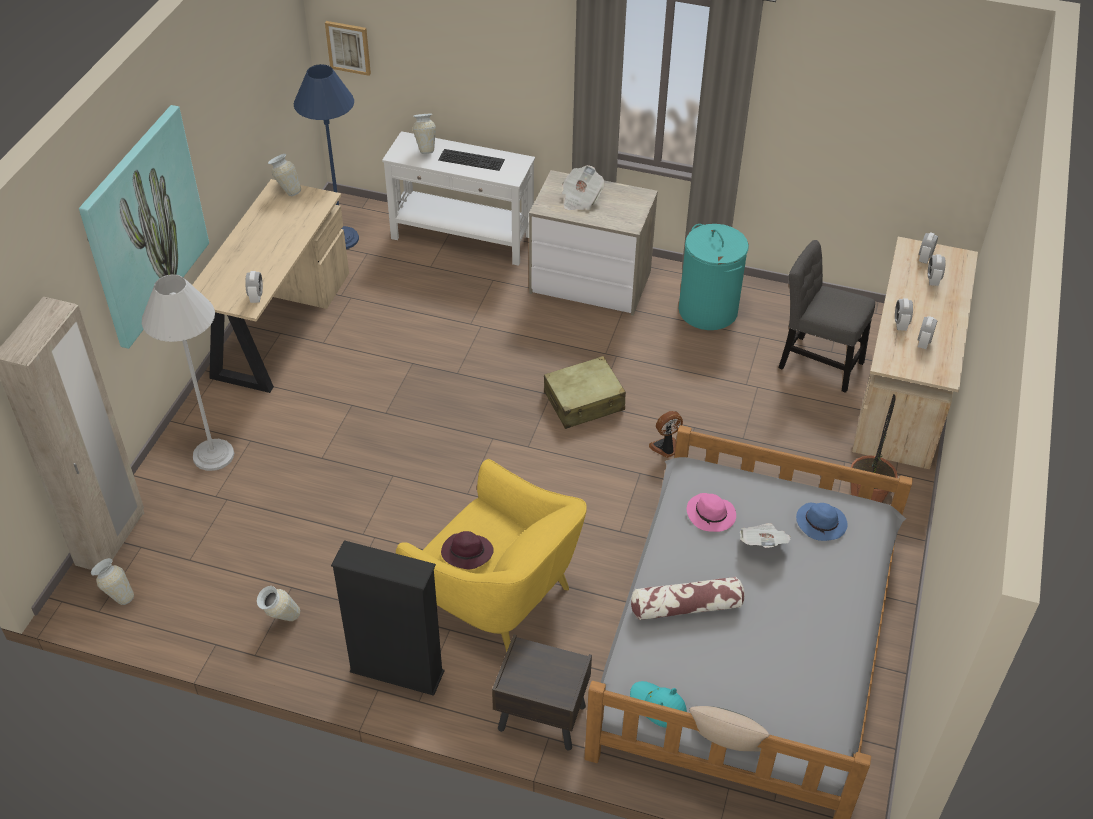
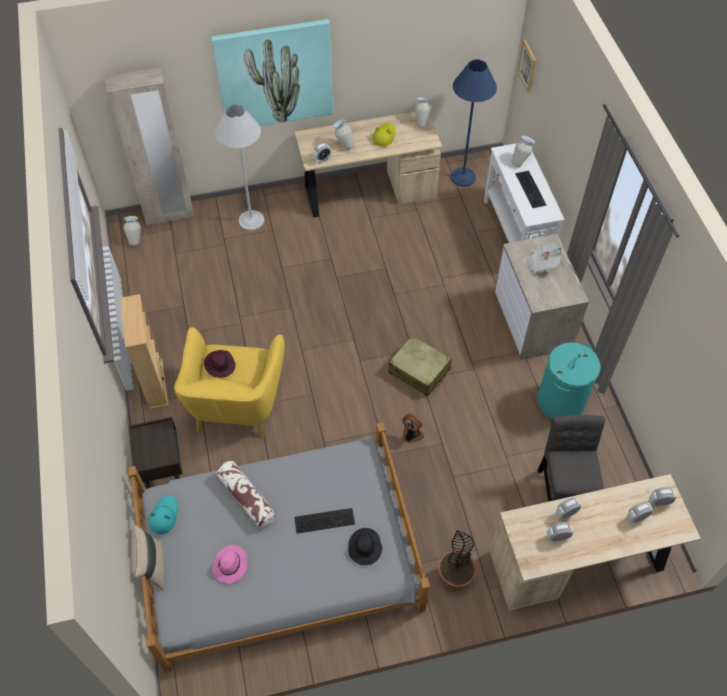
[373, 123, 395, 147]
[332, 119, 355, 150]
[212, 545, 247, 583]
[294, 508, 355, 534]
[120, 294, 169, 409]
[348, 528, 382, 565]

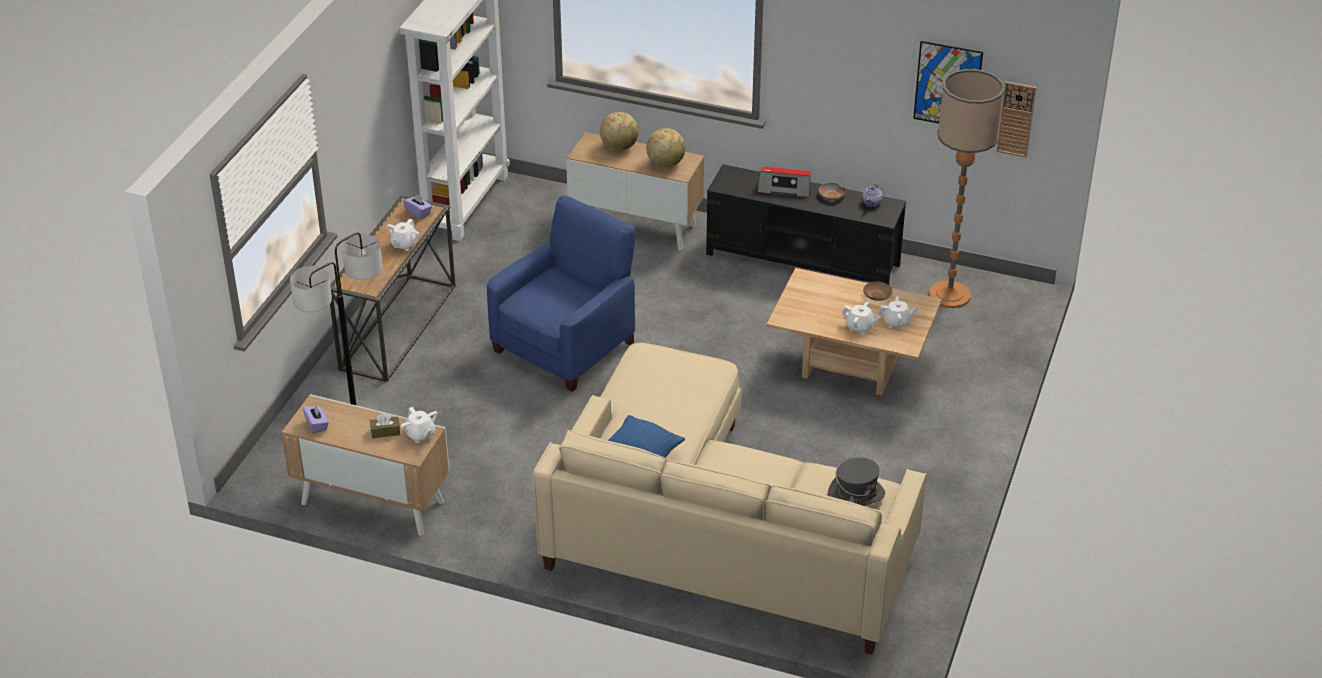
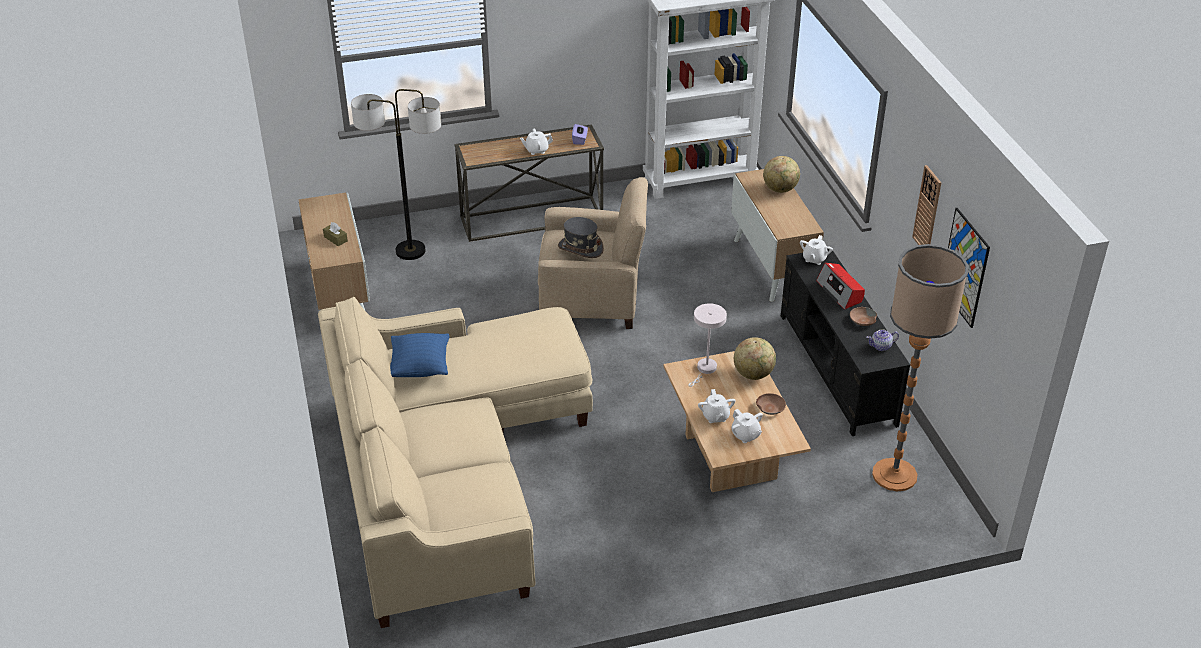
[303, 405, 328, 433] (first image)
[688, 303, 727, 387]
[800, 235, 833, 265]
[734, 337, 776, 380]
[558, 217, 604, 258]
[912, 165, 941, 245]
[538, 177, 648, 329]

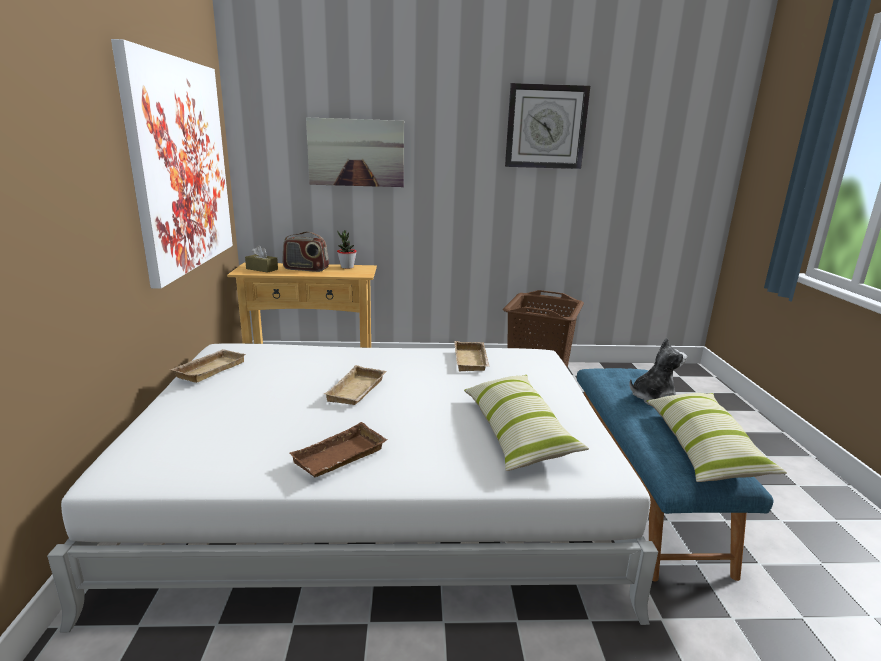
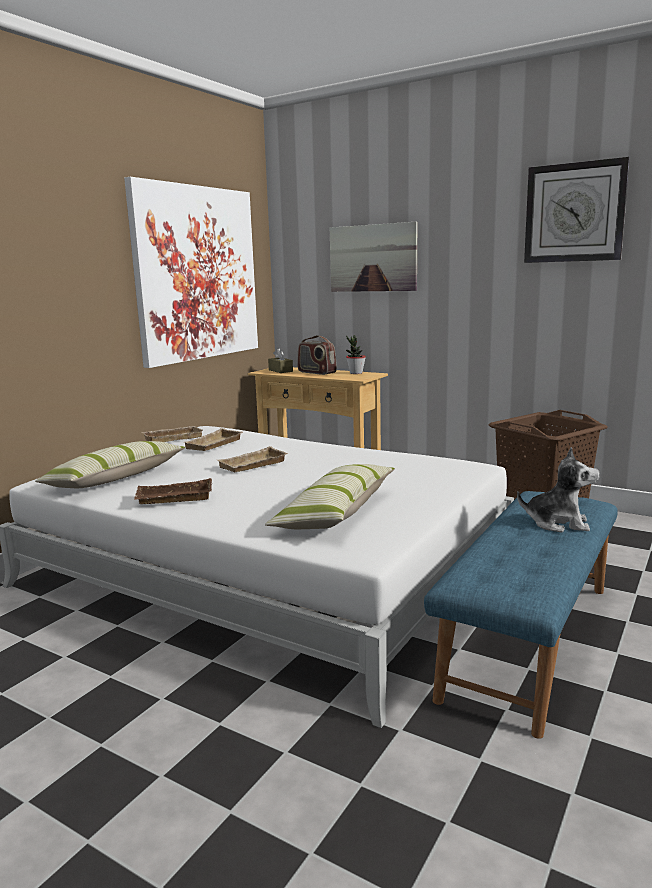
[184, 428, 243, 451]
[35, 441, 185, 488]

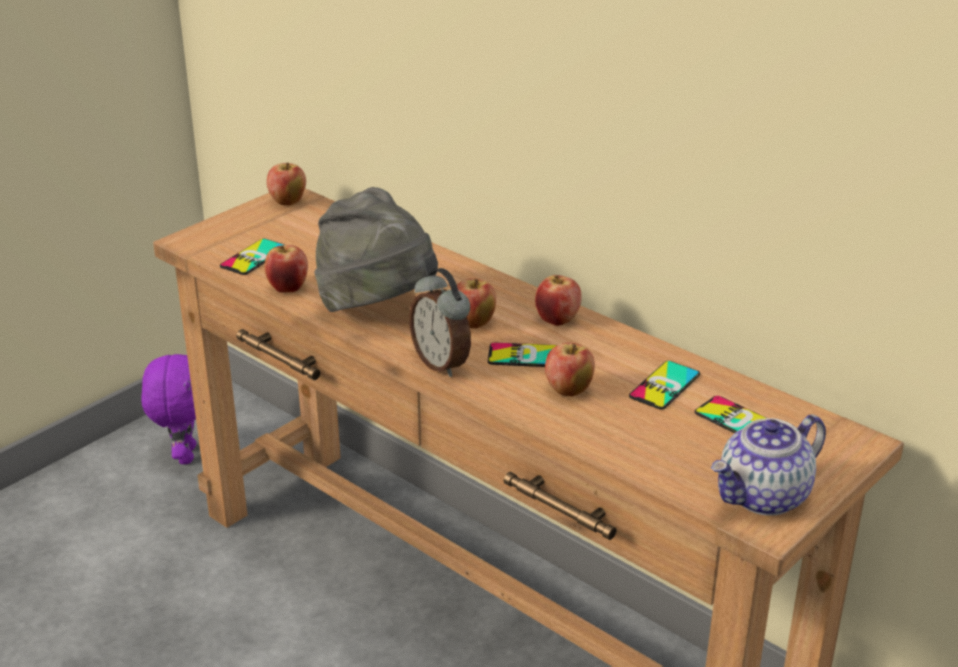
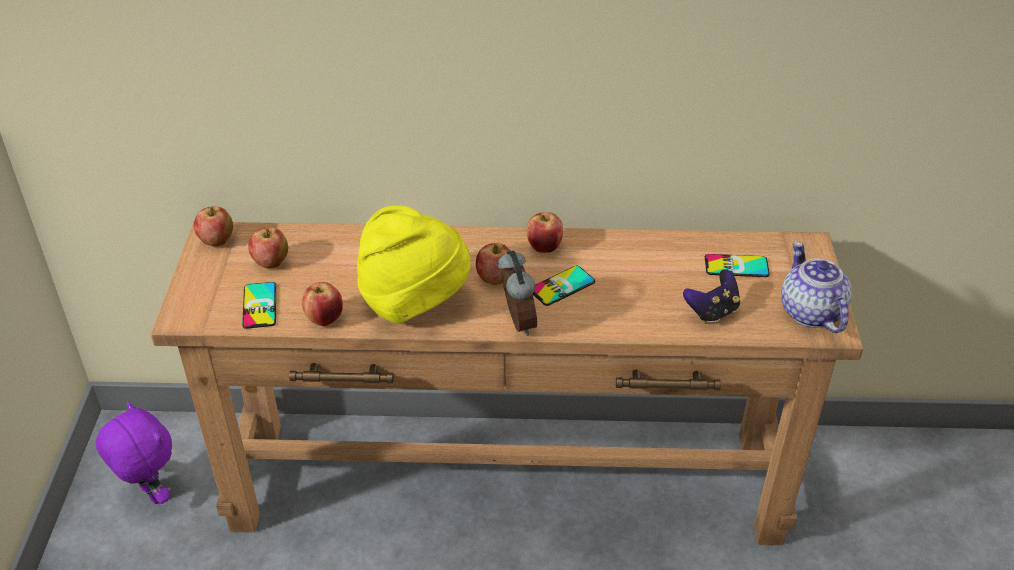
[629, 361, 700, 409] (first image)
[683, 270, 740, 324]
[248, 227, 288, 268]
[357, 205, 471, 324]
[498, 250, 537, 336]
[781, 242, 852, 333]

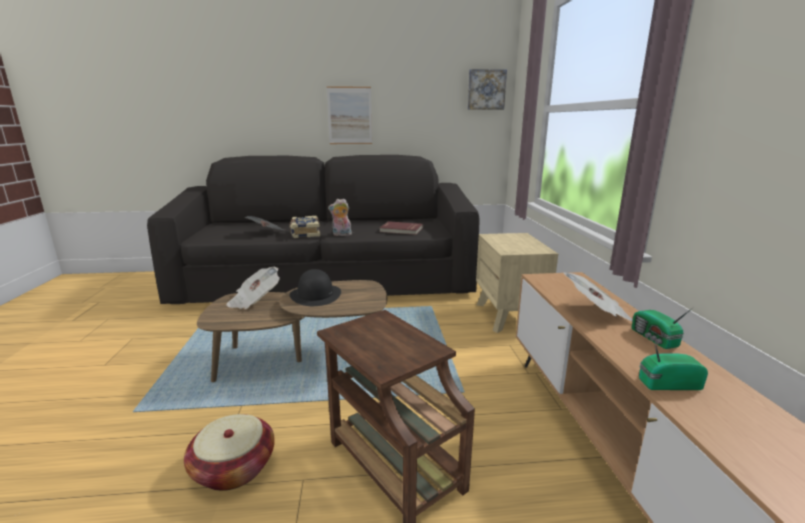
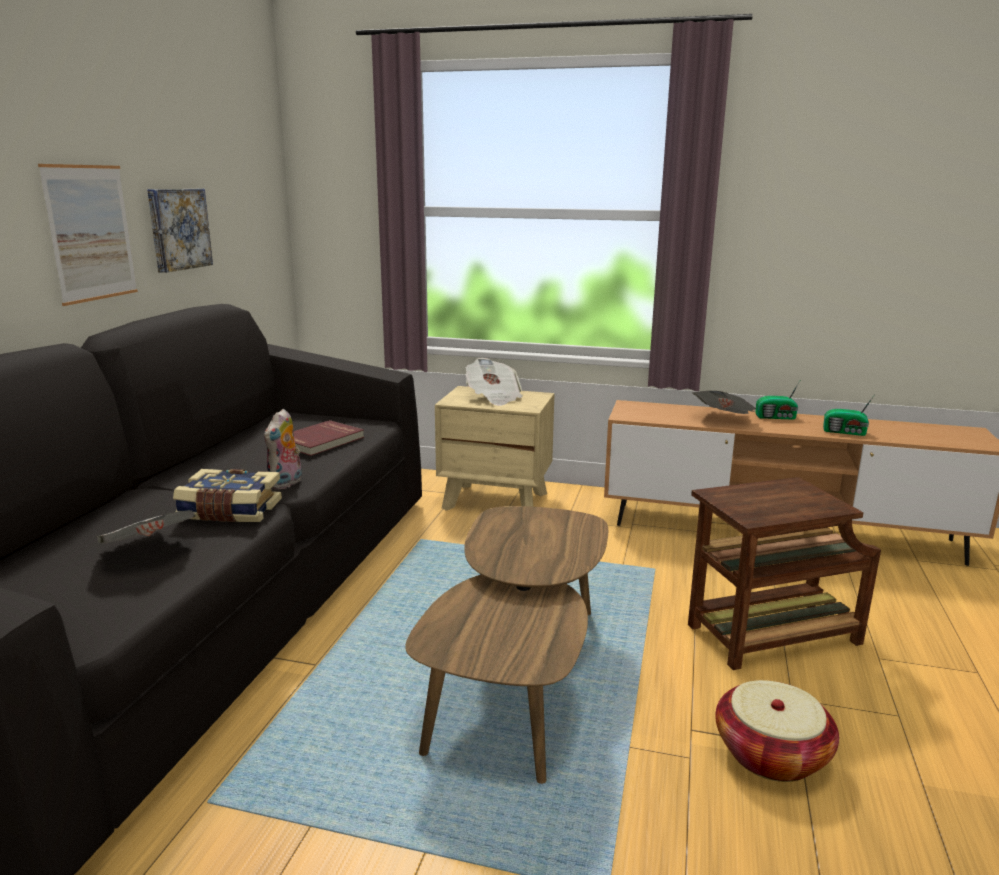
[290, 269, 341, 306] (first image)
[466, 358, 523, 406]
[147, 189, 213, 273]
[823, 394, 875, 436]

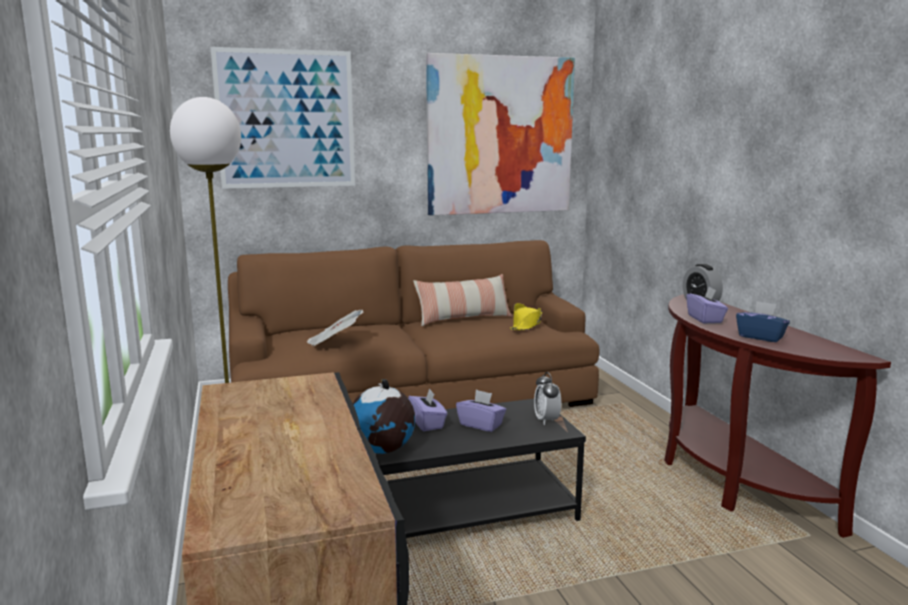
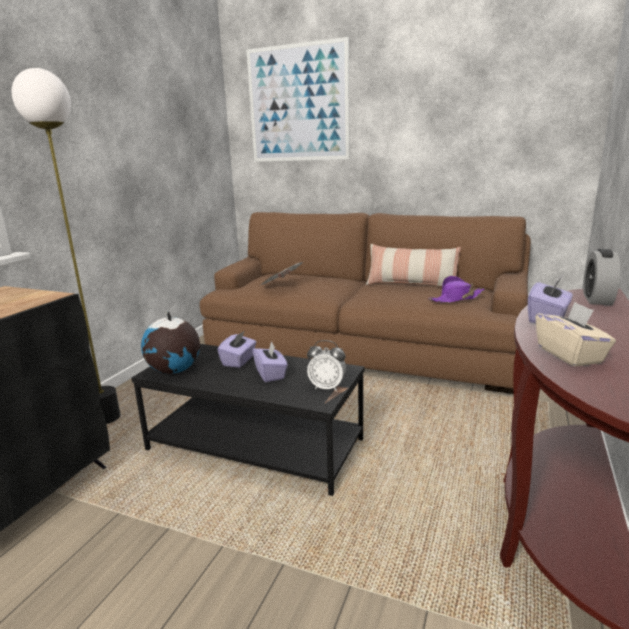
[426, 53, 575, 215] (first image)
[428, 276, 484, 303]
[536, 302, 616, 367]
[307, 340, 346, 391]

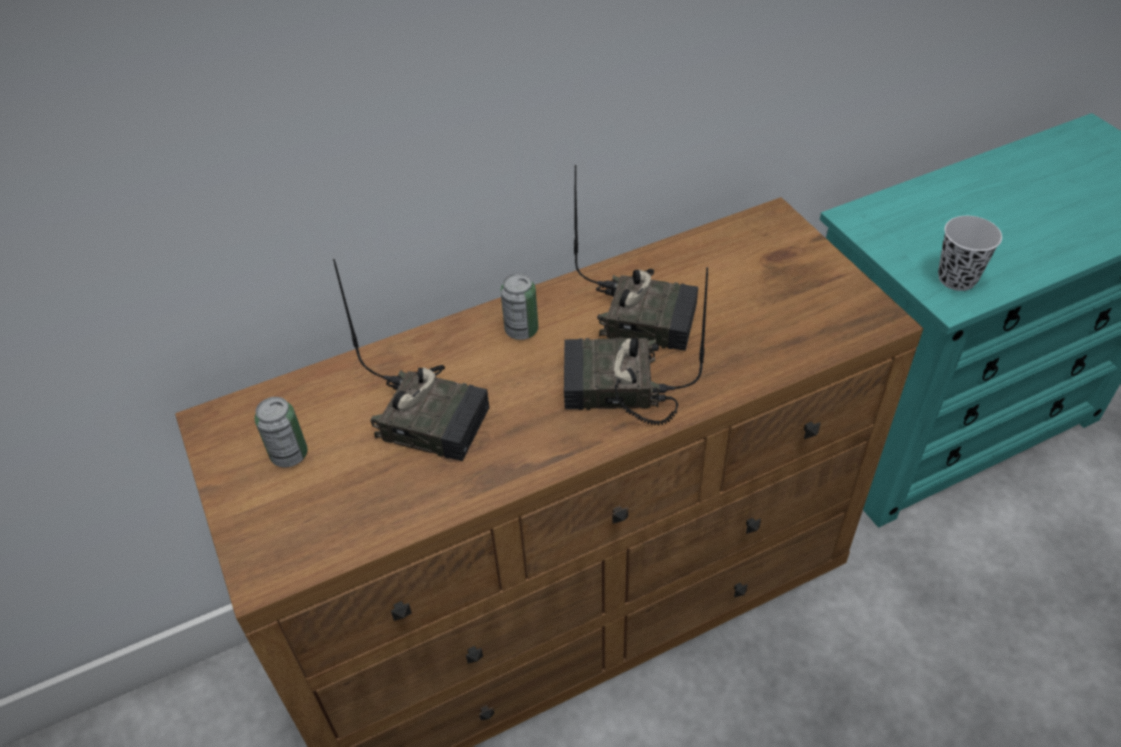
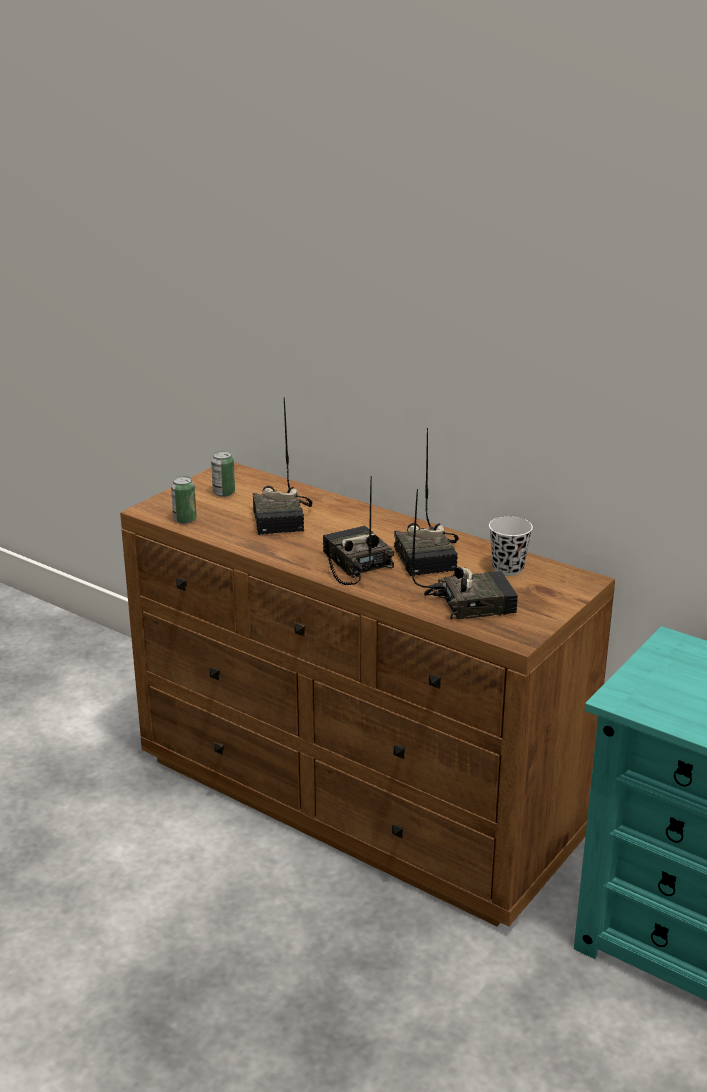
[411, 489, 518, 620]
[171, 476, 197, 524]
[489, 516, 533, 576]

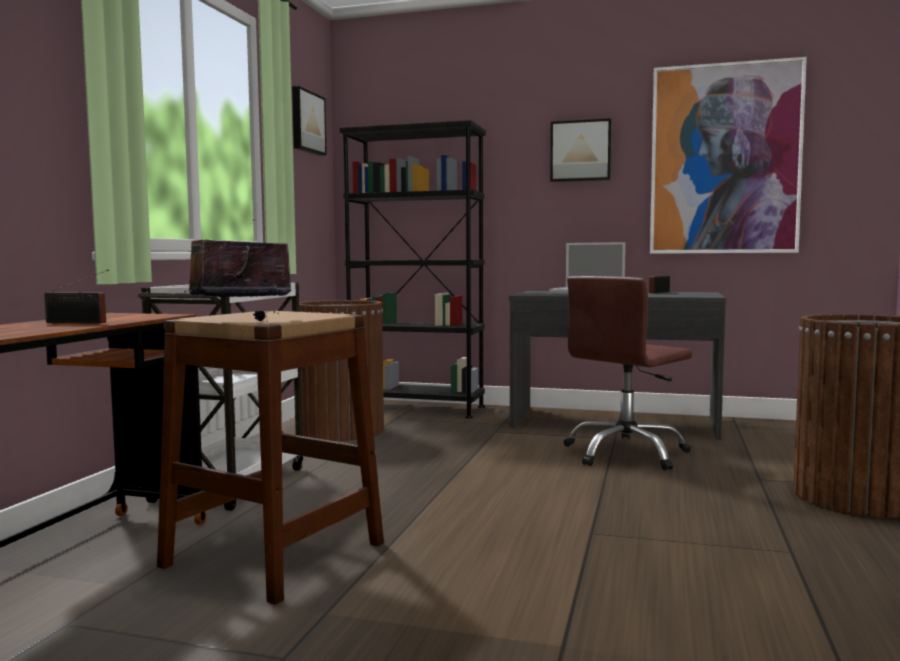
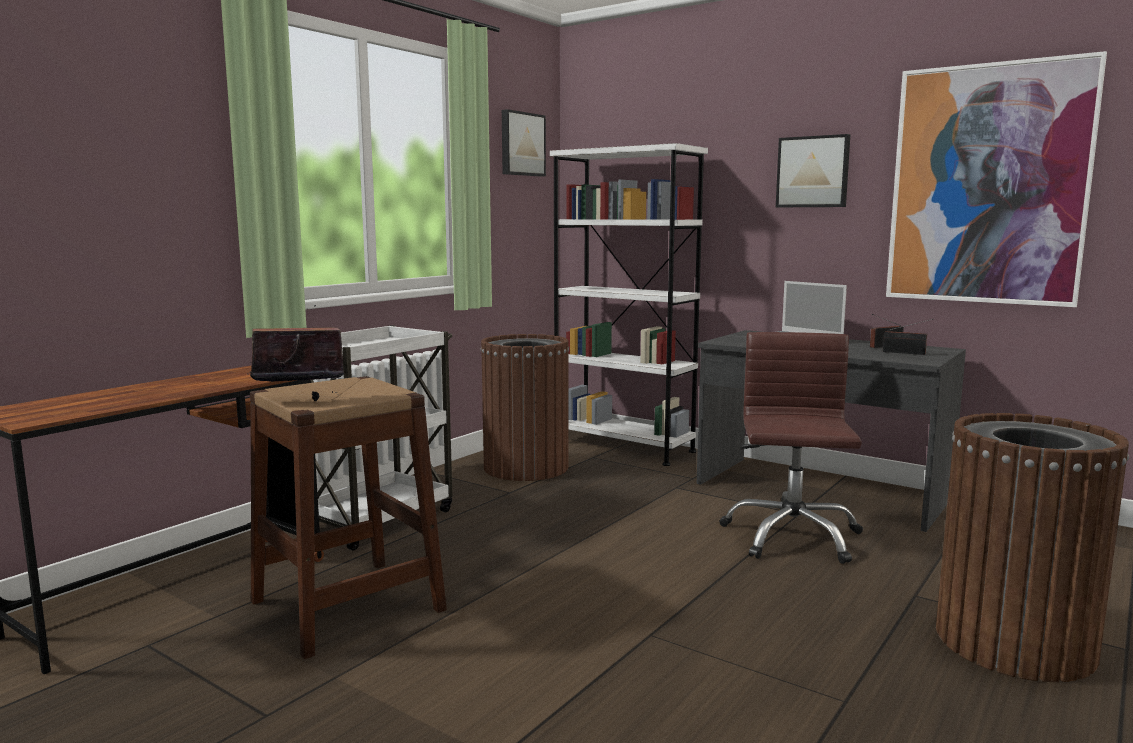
[883, 319, 934, 355]
[550, 143, 708, 466]
[720, 332, 863, 564]

